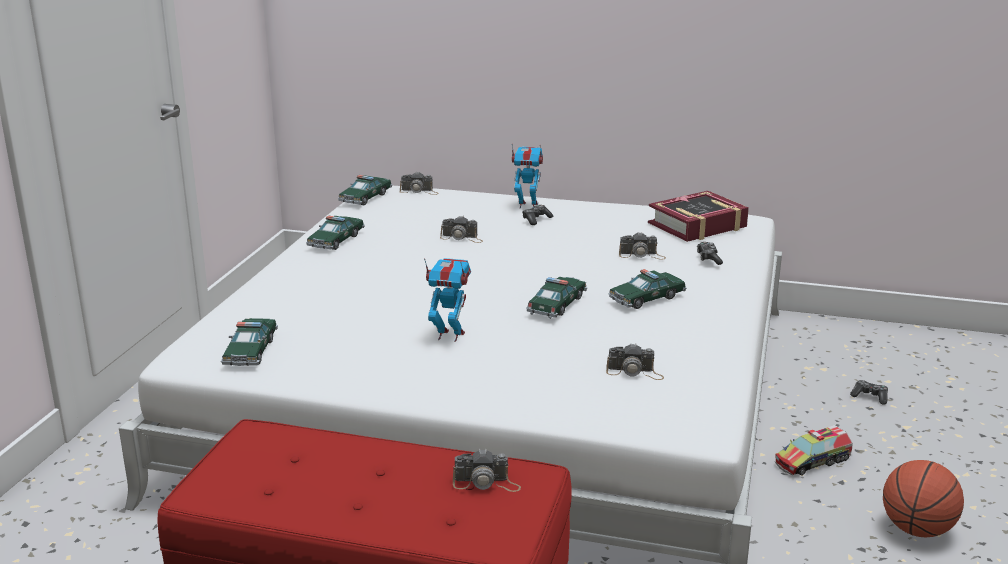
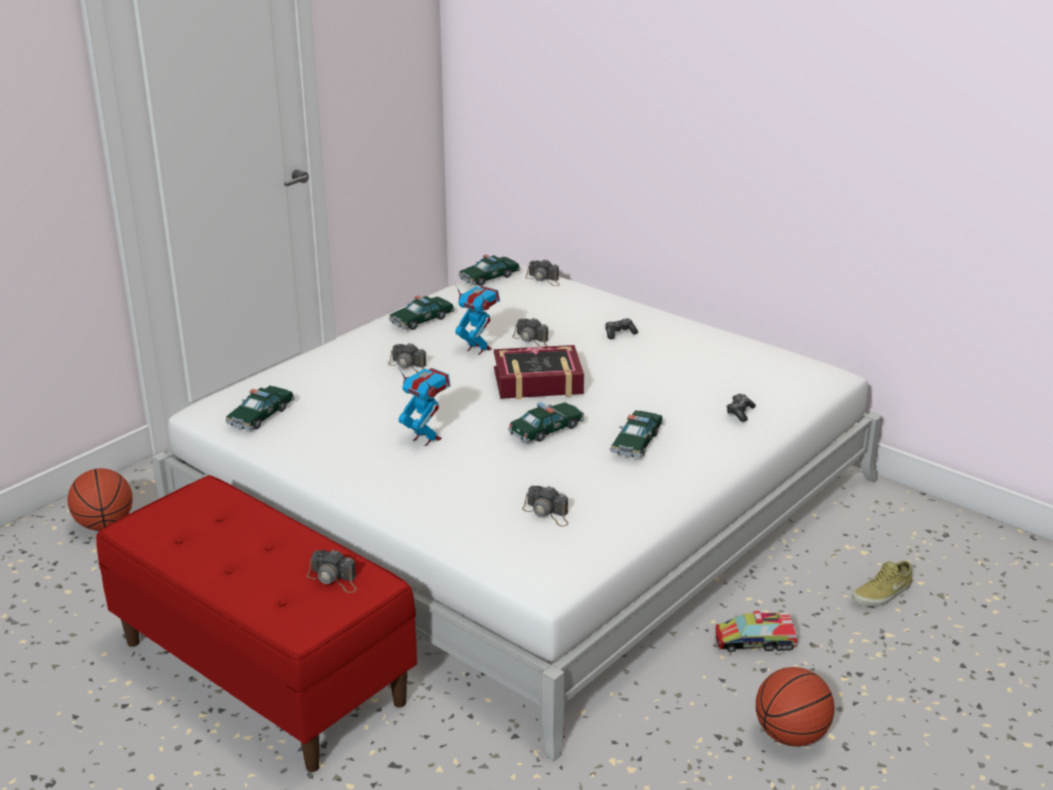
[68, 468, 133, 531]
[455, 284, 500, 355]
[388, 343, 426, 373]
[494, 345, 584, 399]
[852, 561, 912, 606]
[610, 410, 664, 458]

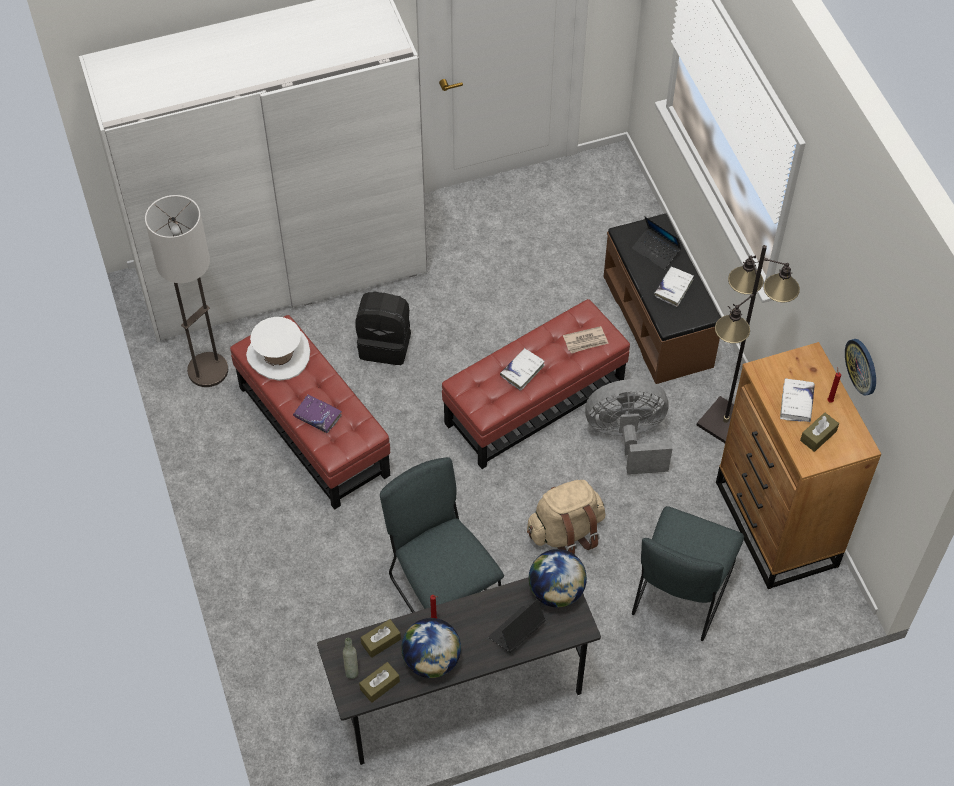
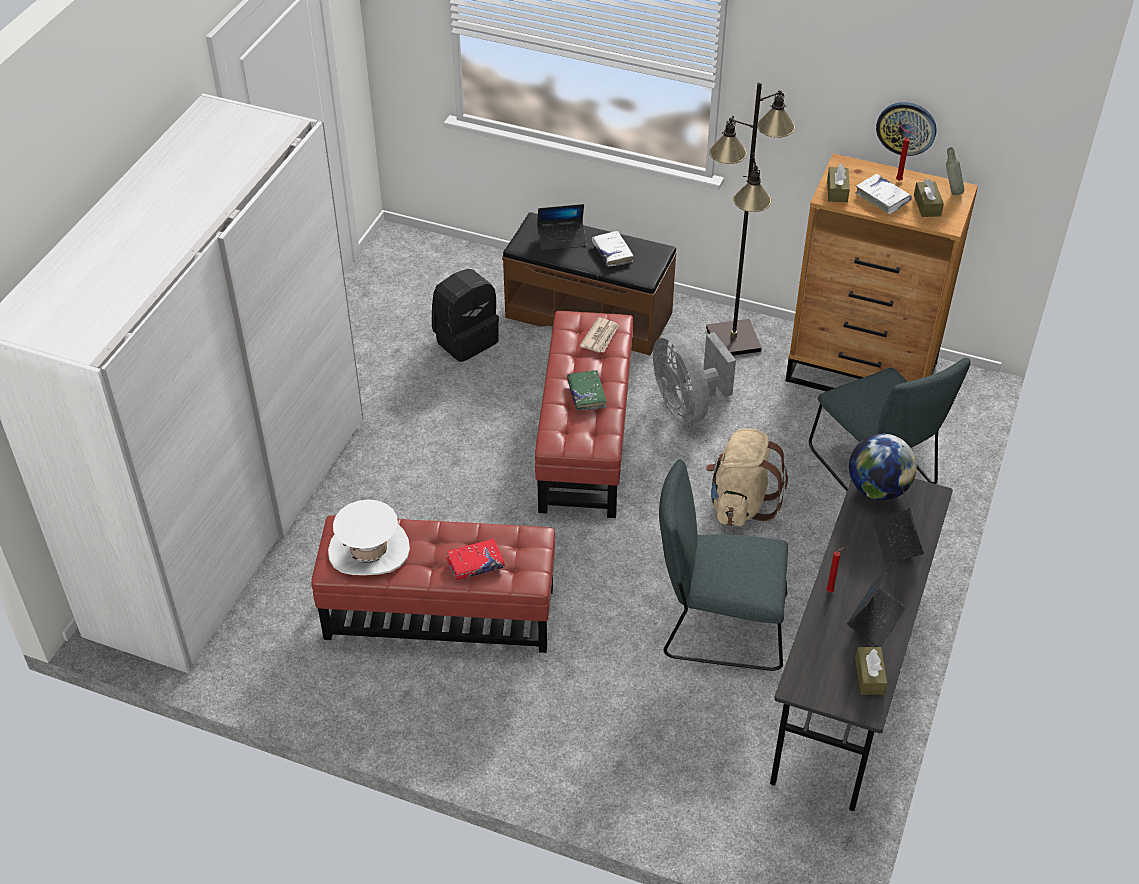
[145, 195, 228, 387] (first image)
[946, 147, 964, 195]
[432, 269, 499, 362]
[827, 164, 850, 202]
[847, 566, 905, 647]
[446, 539, 505, 580]
[567, 370, 607, 410]
[653, 332, 736, 424]

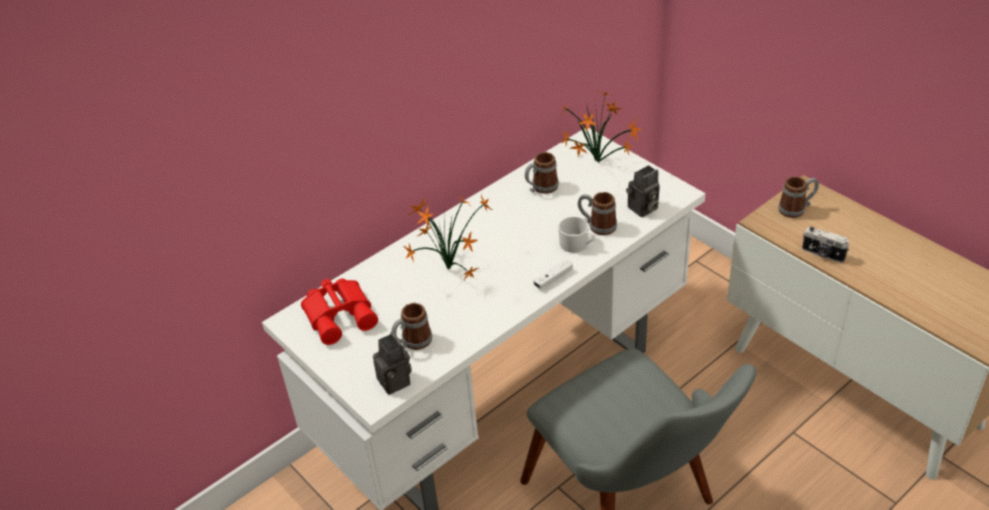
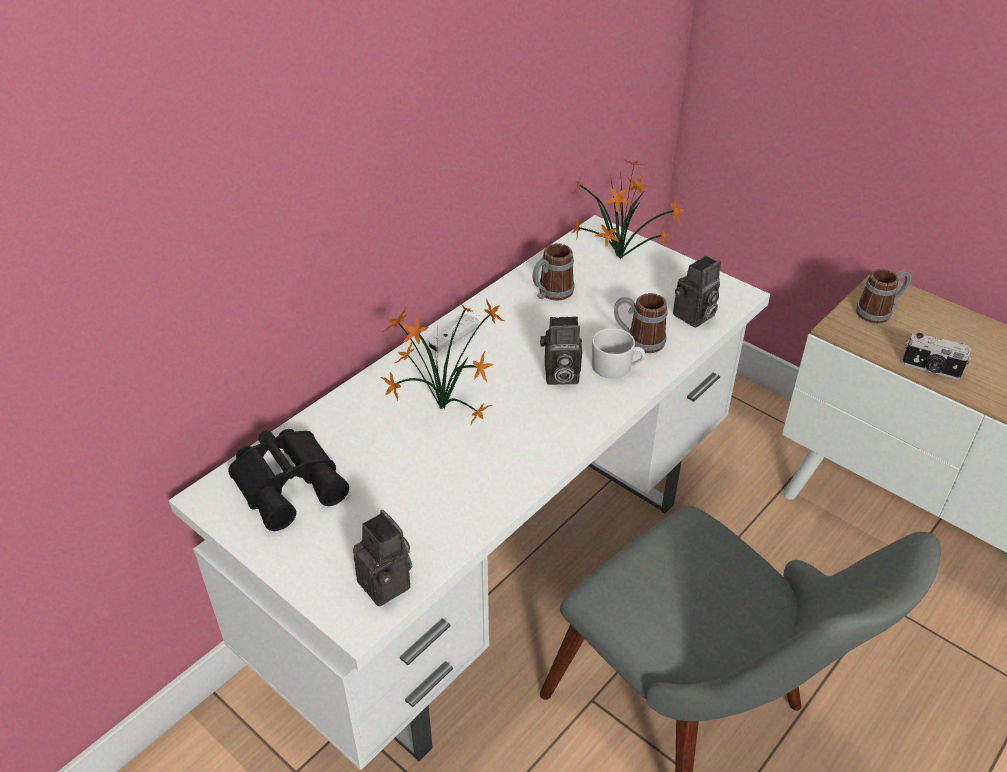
[391, 303, 432, 350] (first image)
[540, 316, 582, 385]
[428, 315, 478, 352]
[228, 429, 349, 531]

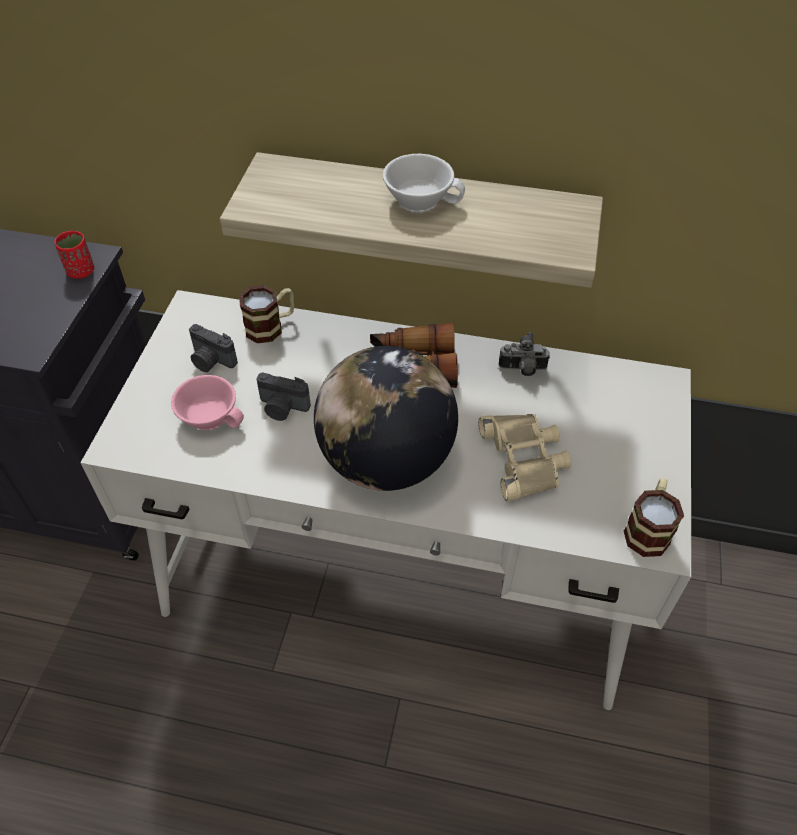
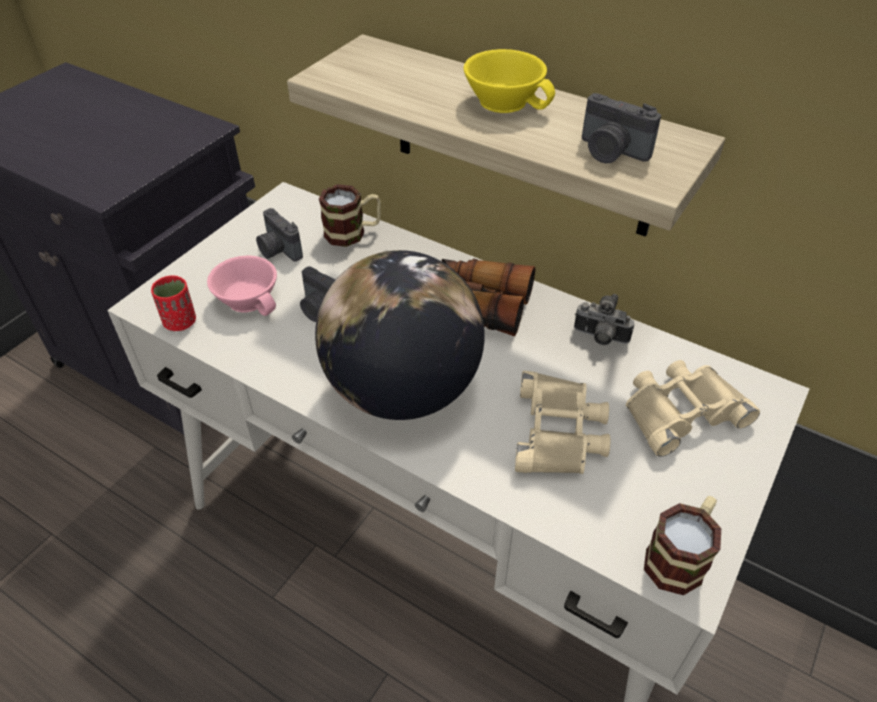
[582, 93, 661, 163]
[626, 360, 760, 456]
[151, 275, 196, 331]
[464, 49, 555, 113]

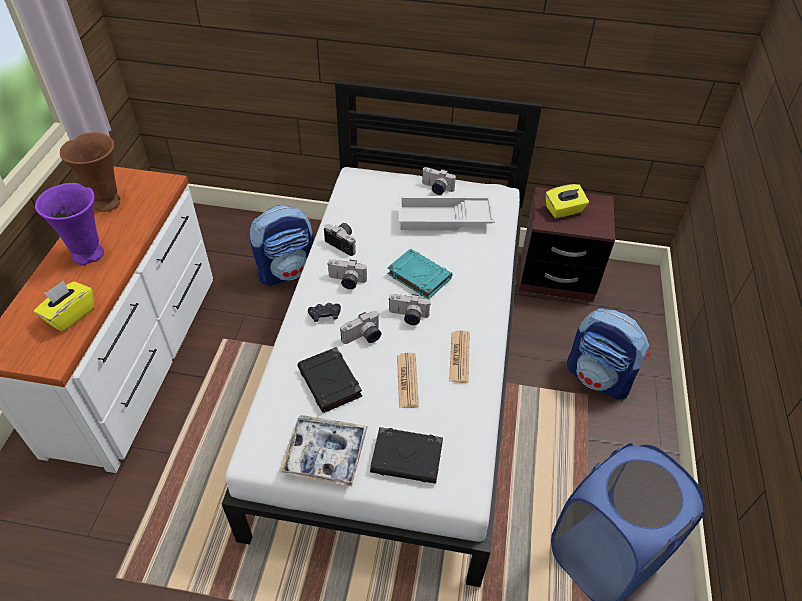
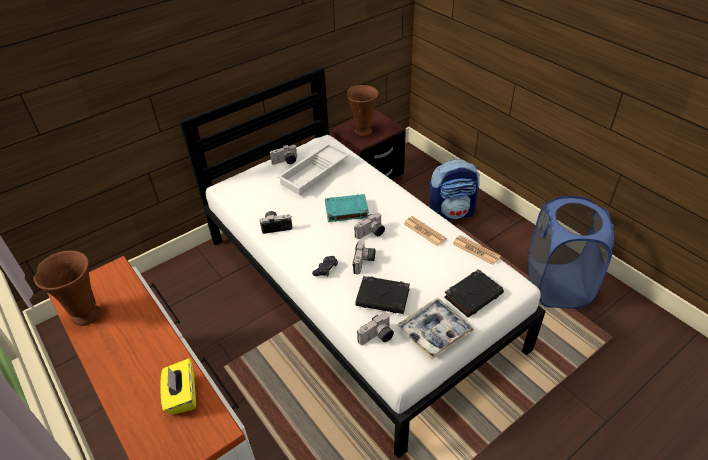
[35, 183, 104, 265] (first image)
[250, 205, 313, 286] (first image)
[357, 313, 394, 345]
[453, 235, 501, 265]
[347, 85, 379, 136]

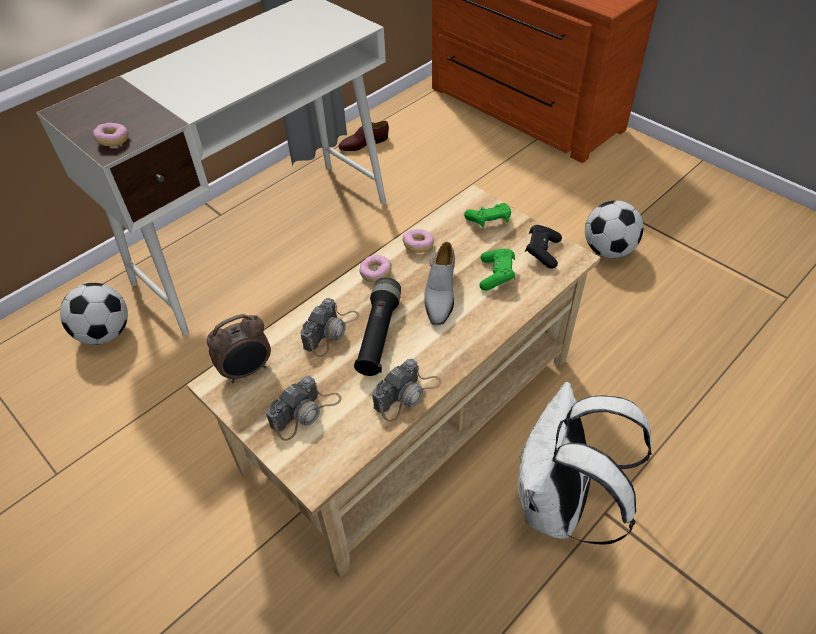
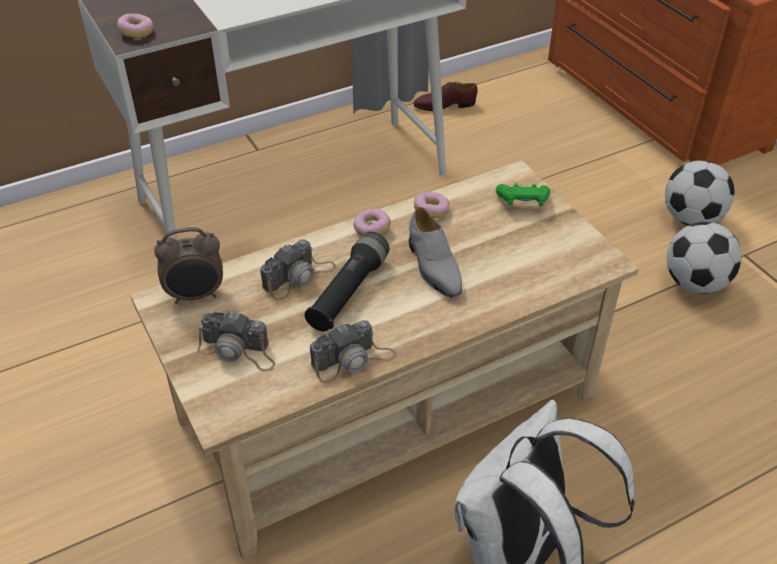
[479, 249, 515, 291] (first image)
[525, 225, 562, 269] (first image)
[665, 160, 735, 226]
[198, 311, 275, 372]
[409, 207, 462, 298]

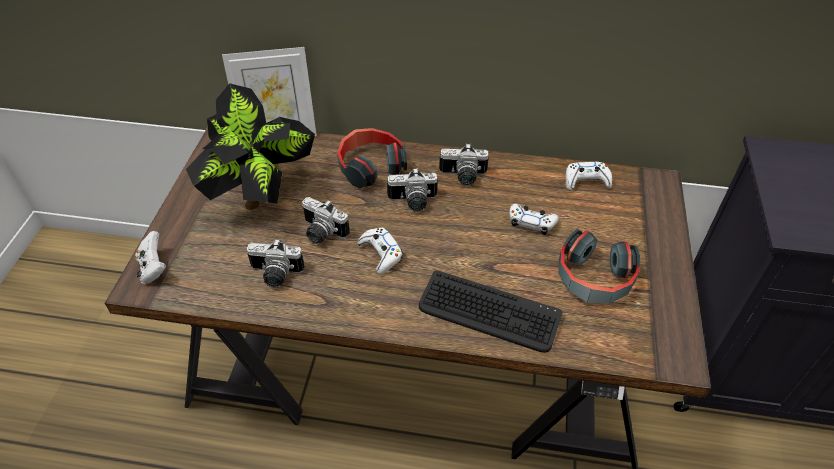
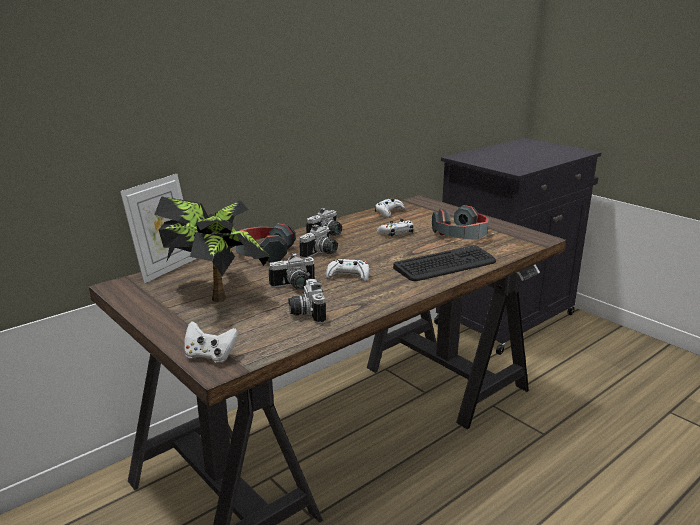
[288, 279, 326, 324]

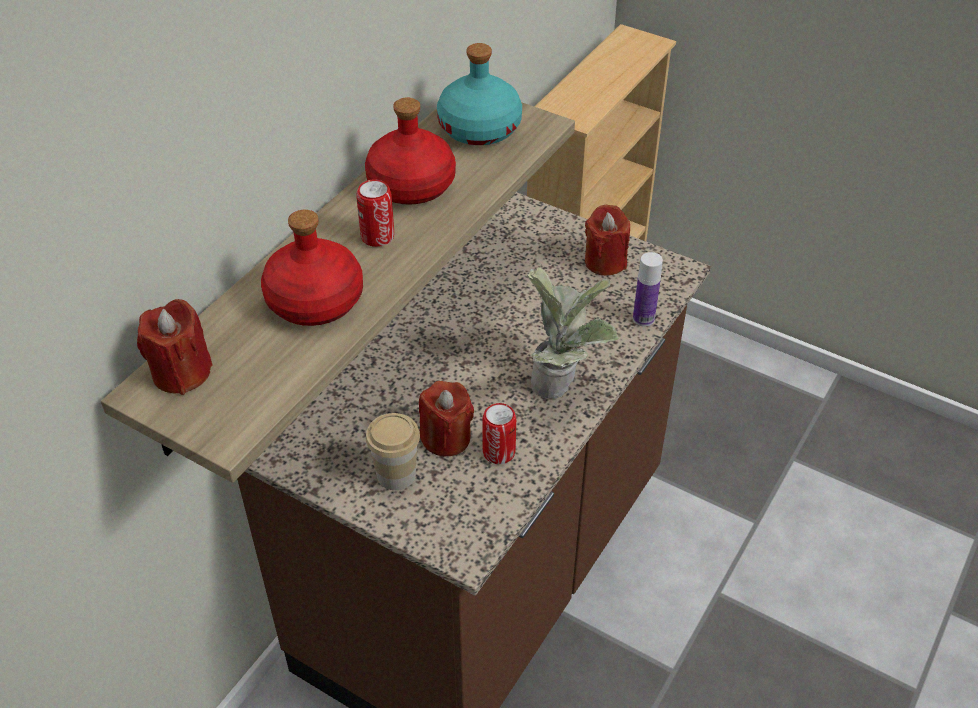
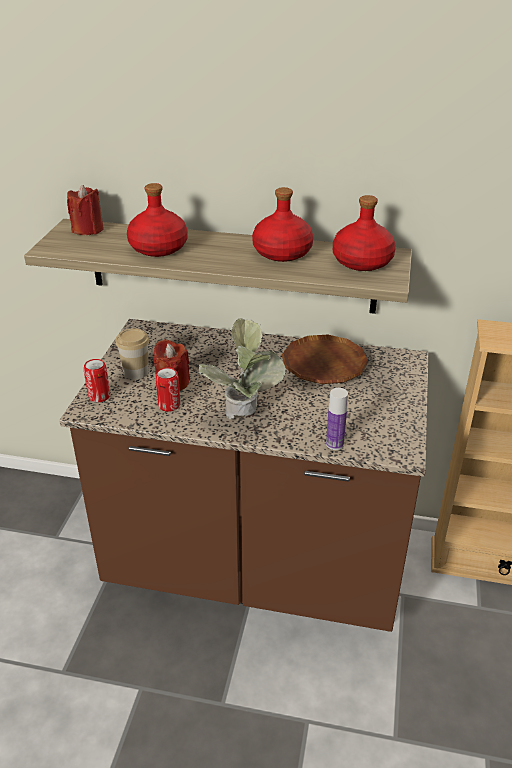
[585, 205, 630, 275] (first image)
[282, 335, 368, 384]
[84, 359, 110, 402]
[333, 195, 396, 271]

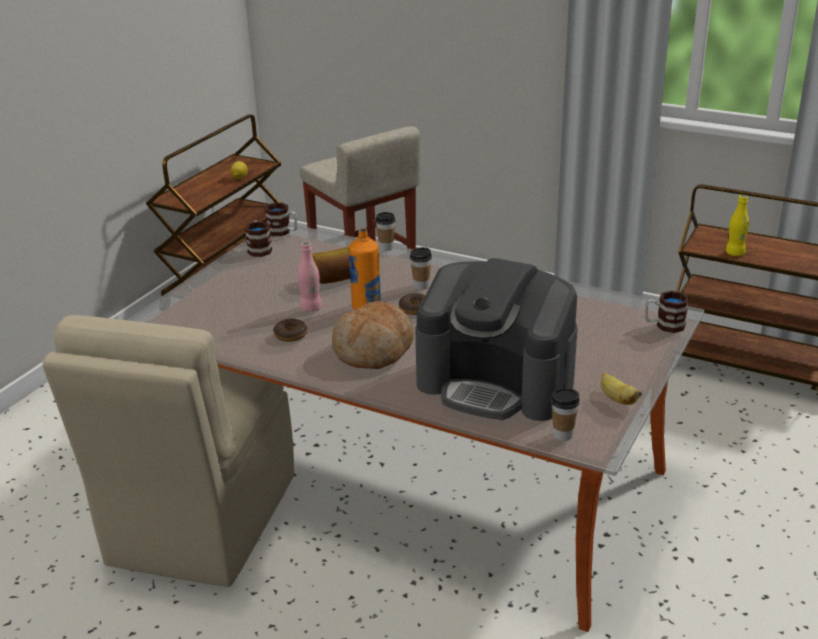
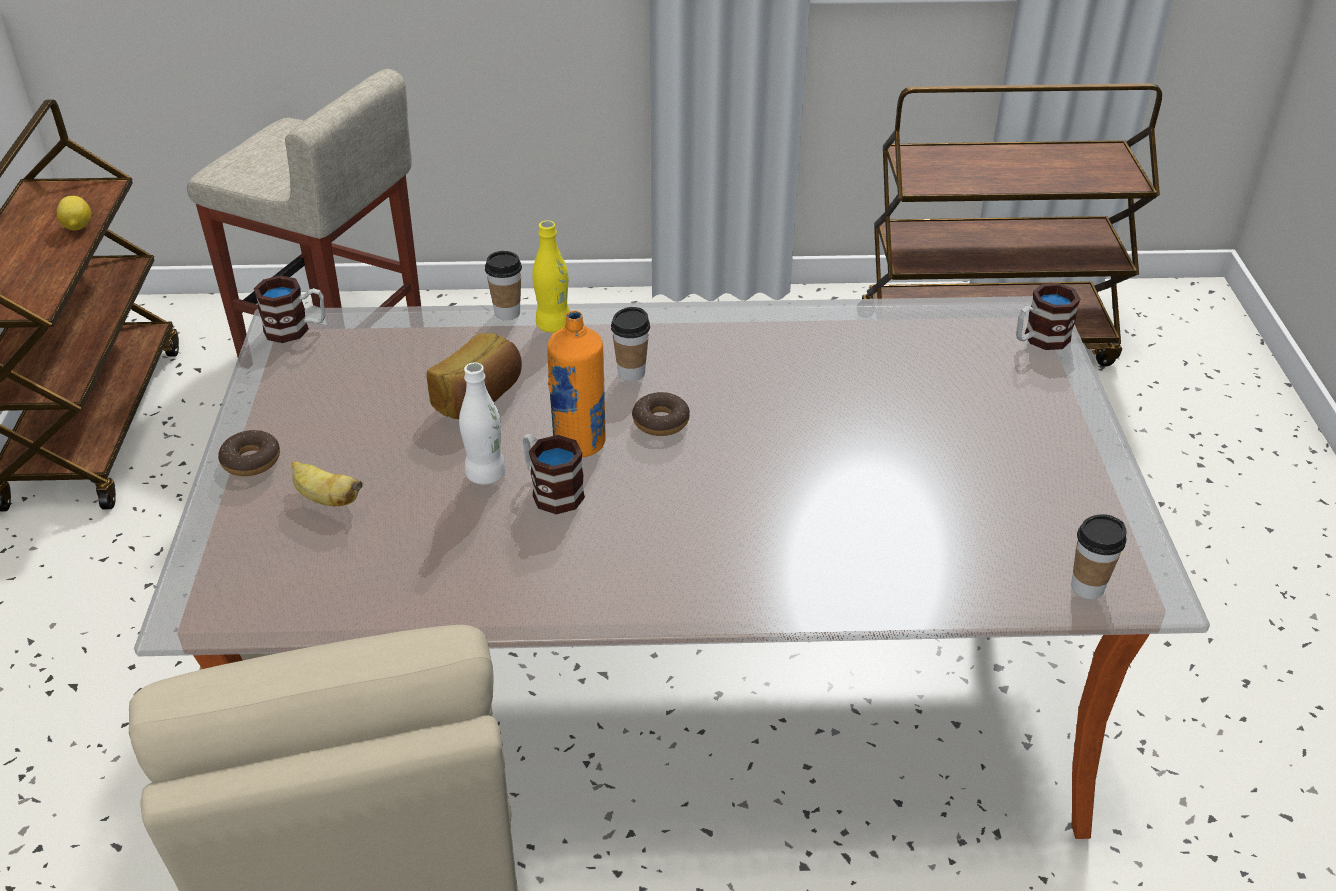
[332, 301, 414, 369] (first image)
[415, 258, 578, 421] (first image)
[523, 434, 585, 514]
[218, 430, 280, 476]
[292, 461, 363, 506]
[532, 220, 570, 333]
[459, 362, 506, 485]

